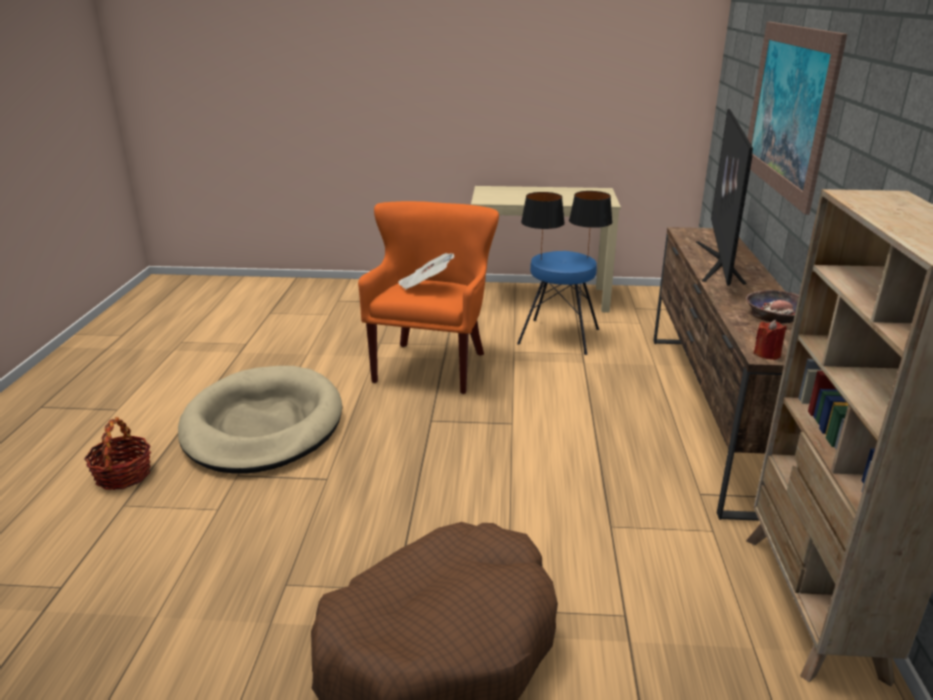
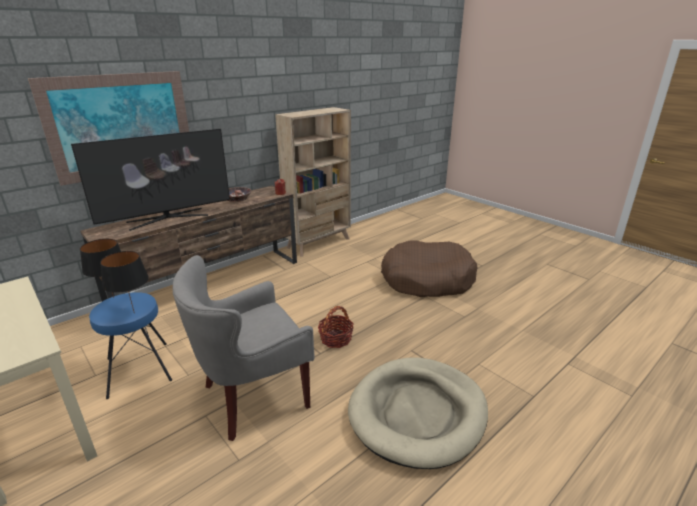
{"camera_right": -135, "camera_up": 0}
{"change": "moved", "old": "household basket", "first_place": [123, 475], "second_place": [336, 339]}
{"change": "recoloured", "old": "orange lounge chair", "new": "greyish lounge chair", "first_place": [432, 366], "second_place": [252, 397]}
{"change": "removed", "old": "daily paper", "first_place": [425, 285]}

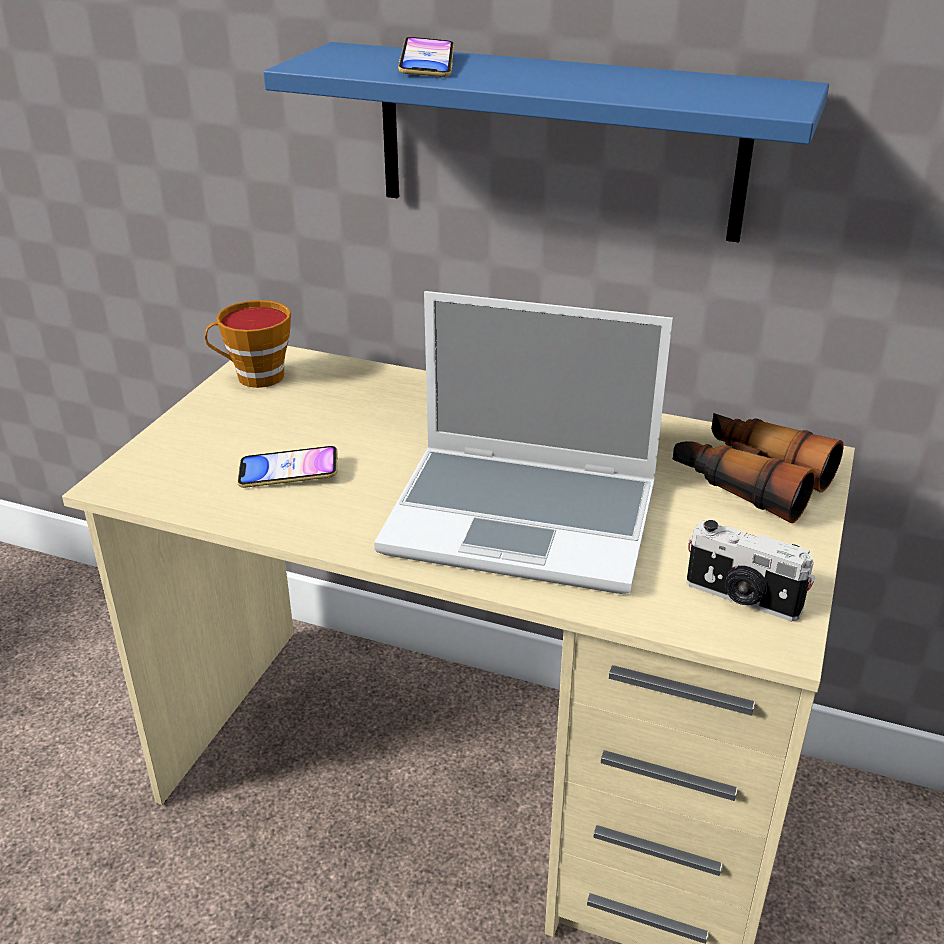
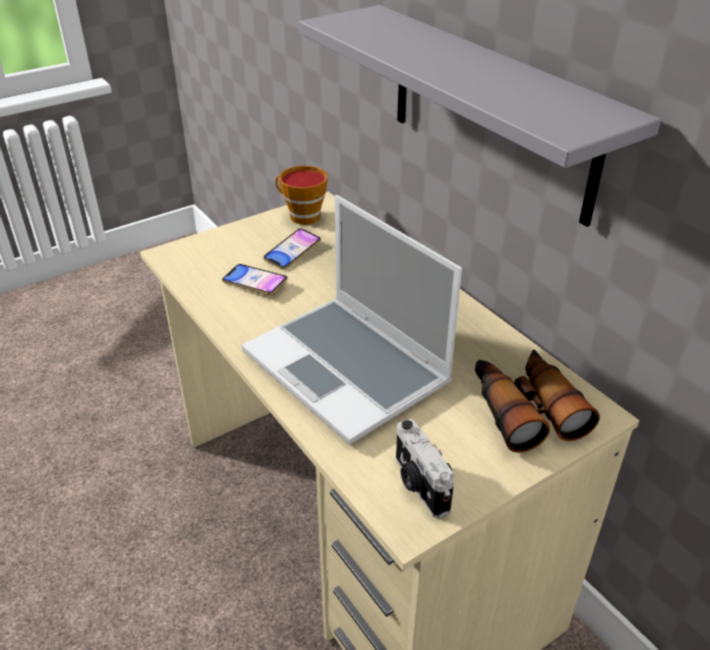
{"camera_right": 35, "camera_up": 5}
{"change": "recoloured", "old": "blue-coloured wall shelf", "new": "greyish wall shelf", "first_place": [558, 141], "second_place": [489, 111]}
{"change": "moved", "old": "phone", "first_place": [427, 65], "second_place": [292, 252]}

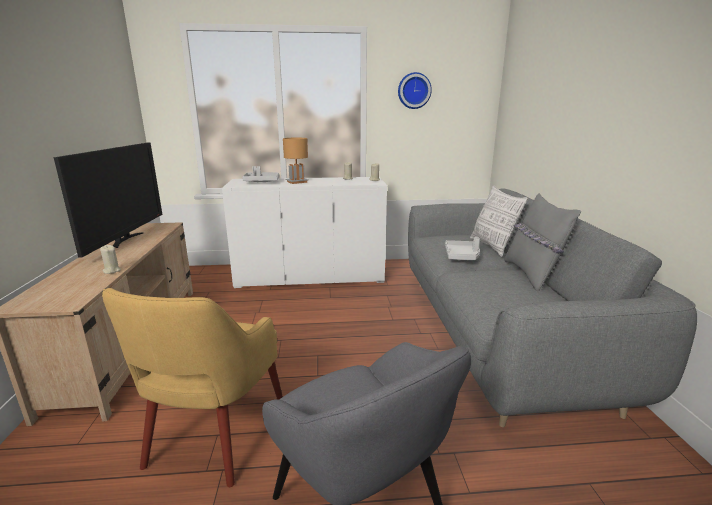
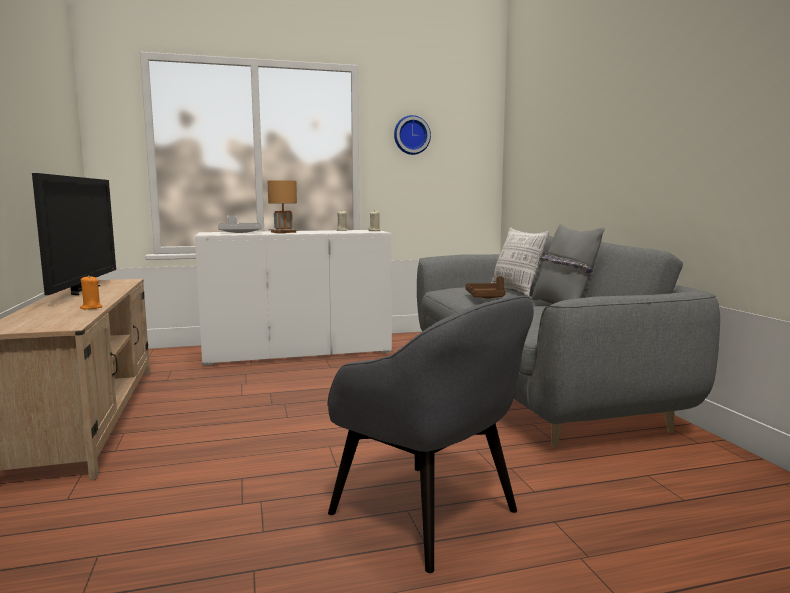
{"camera_right": -10, "camera_up": -10}
{"change": "recoloured", "old": "beige wax candle", "new": "orange wax candle", "first_place": [111, 271], "second_place": [91, 308]}
{"change": "removed", "old": "yellow-coloured lounge chair", "first_place": [215, 433]}
{"change": "recoloured", "old": "greyish carrying tray", "new": "brown carrying tray", "first_place": [462, 256], "second_place": [486, 297]}

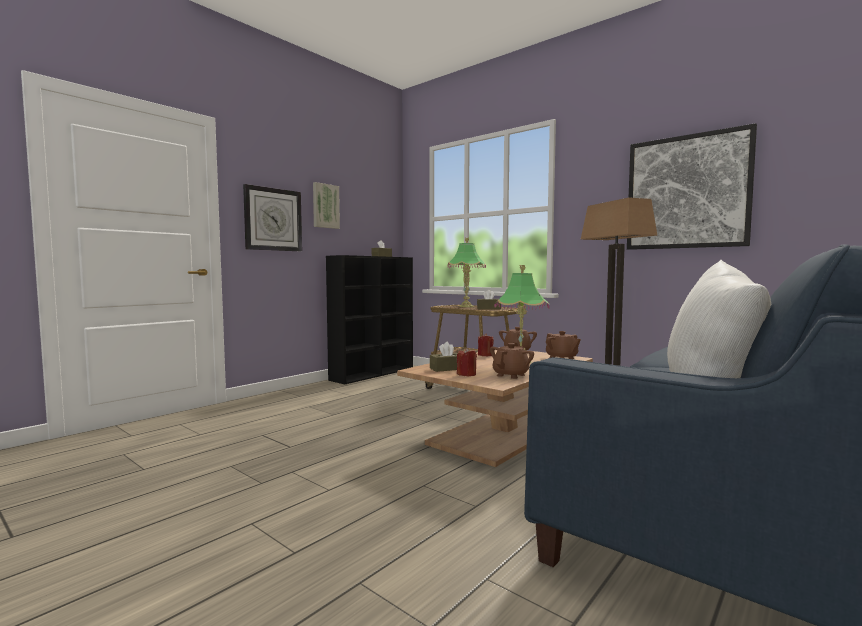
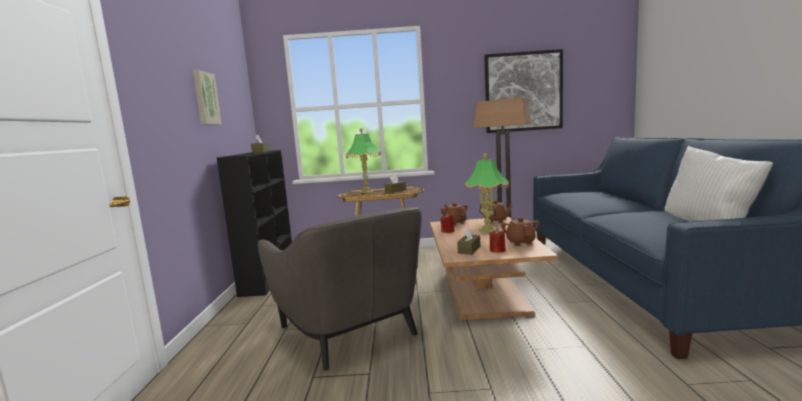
{"camera_right": -40, "camera_up": 5}
{"change": "removed", "old": "clock on the wall", "first_place": [273, 219]}
{"change": "added", "new": "greyish lounge chair", "second_place": [350, 330]}

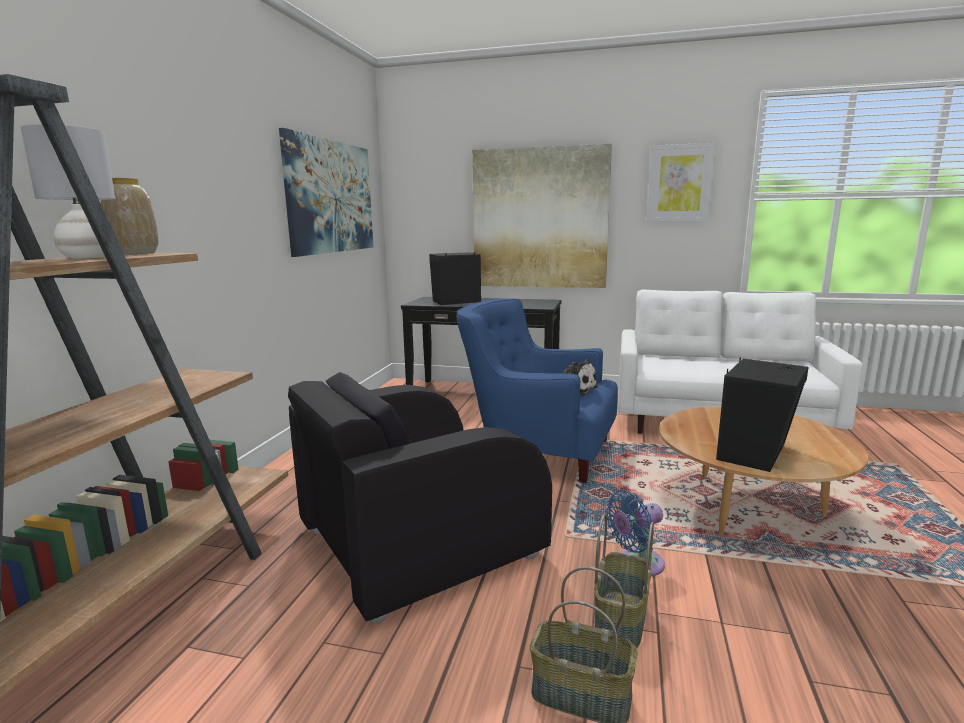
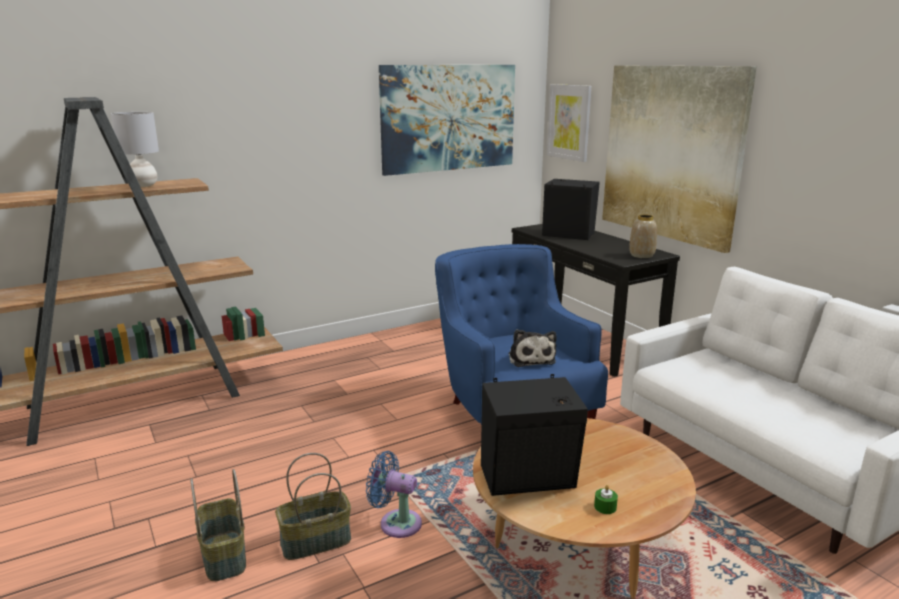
{"camera_right": 45, "camera_up": 5}
{"change": "moved", "old": "flower vase", "first_place": [135, 253], "second_place": [642, 255]}
{"change": "removed", "old": "black lounge chair", "first_place": [417, 543]}
{"change": "moved", "old": "wall picture", "first_place": [680, 183], "second_place": [569, 122]}
{"change": "added", "new": "green-coloured wax candle", "second_place": [605, 507]}

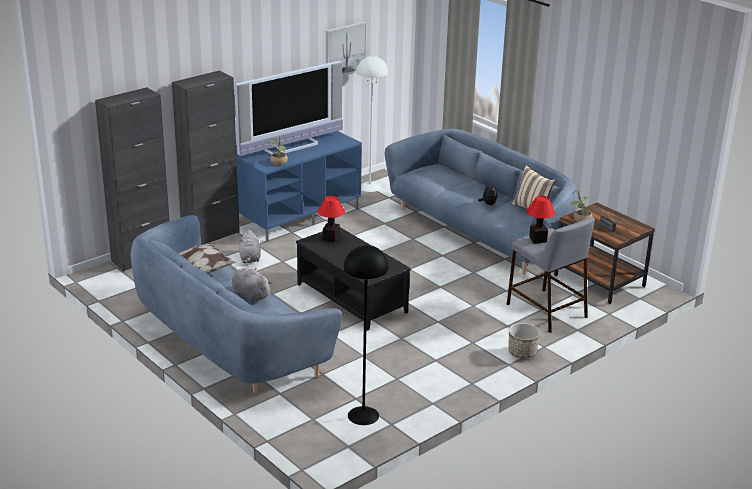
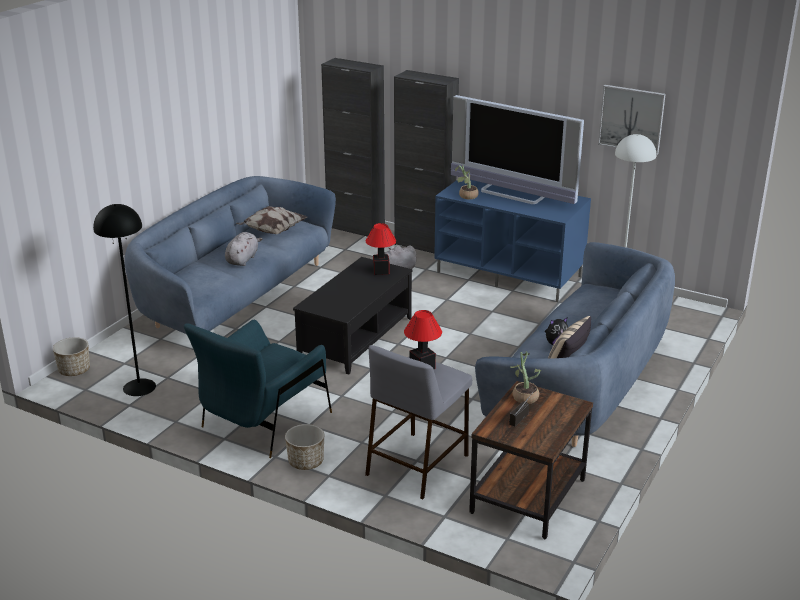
{"camera_right": 70, "camera_up": 0}
{"change": "added", "new": "flower pot", "second_place": [74, 370]}
{"change": "added", "new": "blue-coloured lounge chair", "second_place": [264, 422]}

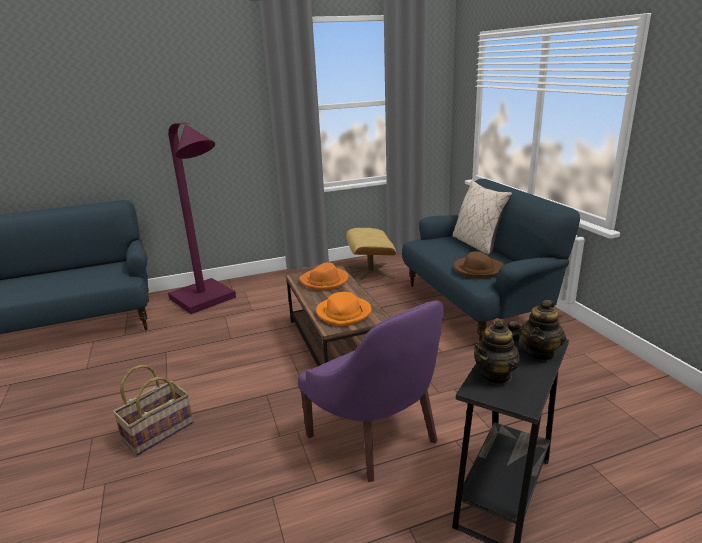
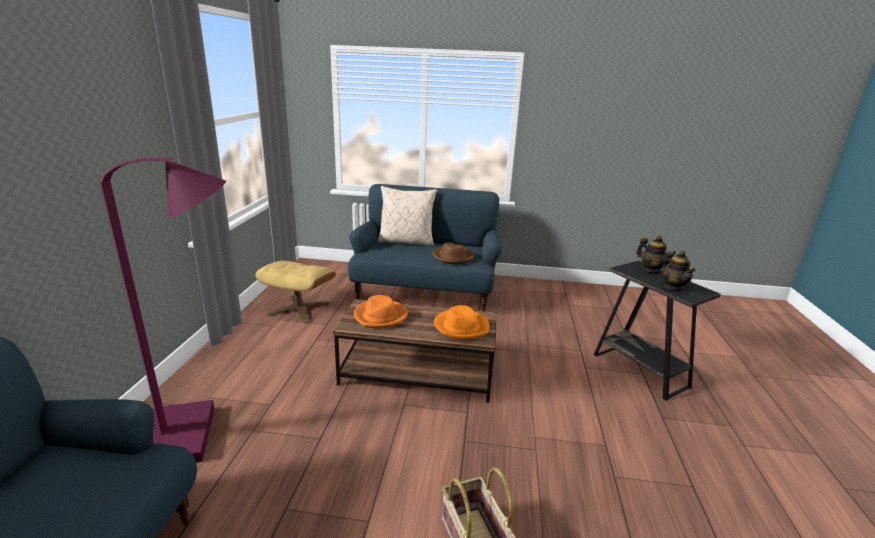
{"camera_right": -65, "camera_up": 0}
{"change": "removed", "old": "purplish lounge chair", "first_place": [377, 436]}

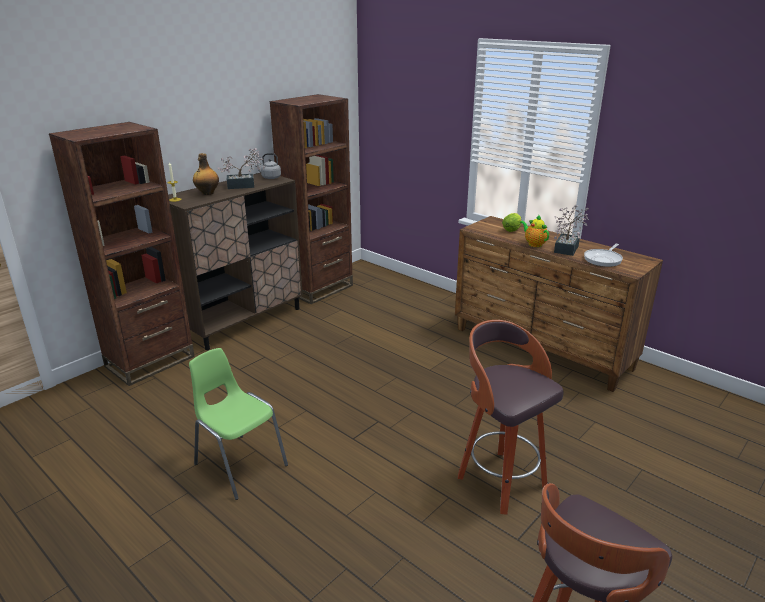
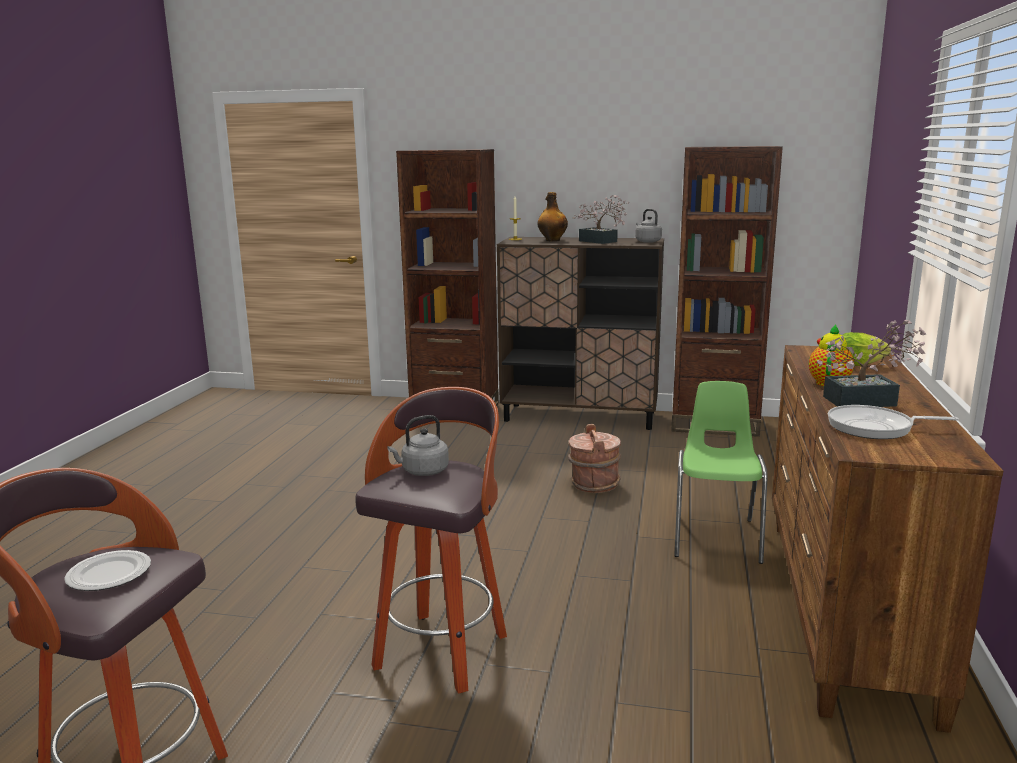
{"camera_right": 60, "camera_up": -10}
{"change": "moved", "old": "green-coloured plain chair", "first_place": [240, 464], "second_place": [716, 537]}
{"change": "added", "new": "flat dish", "second_place": [108, 575]}
{"change": "added", "new": "greyish water kettle", "second_place": [422, 471]}
{"change": "added", "new": "brown pail", "second_place": [594, 484]}

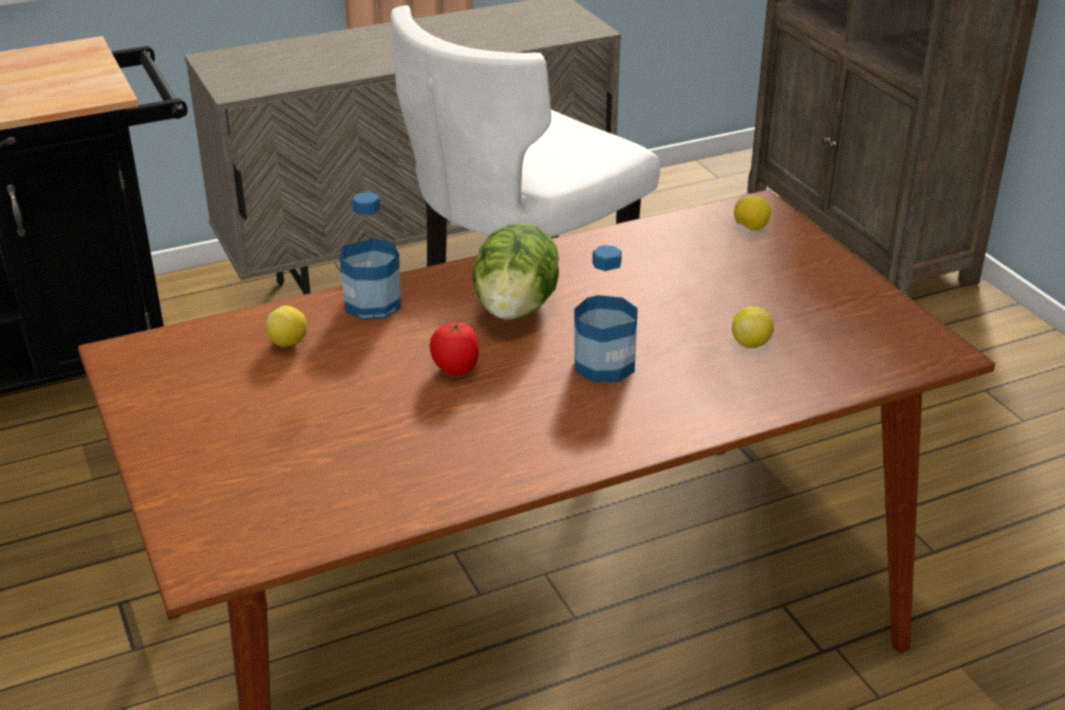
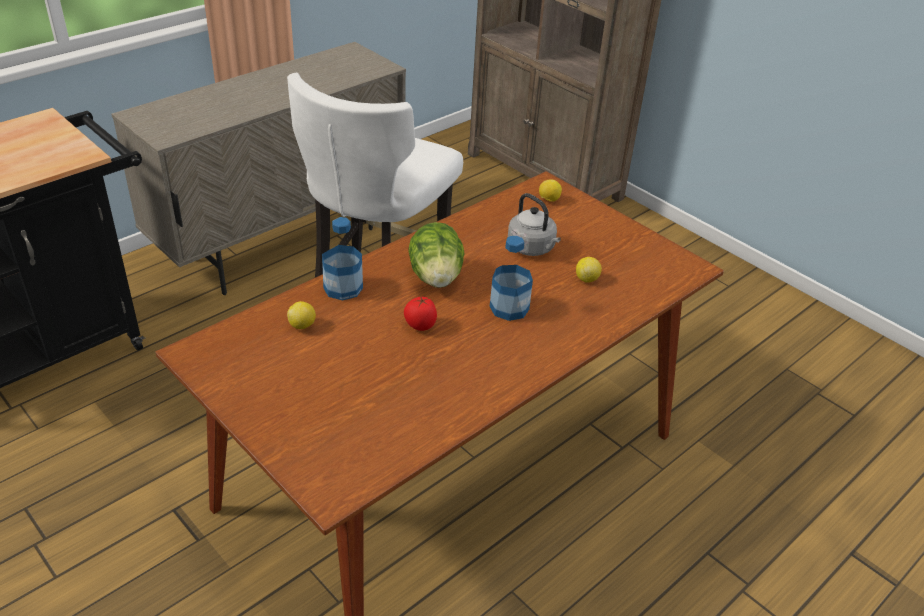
{"camera_right": -20, "camera_up": 5}
{"change": "added", "new": "greyish water kettle", "second_place": [532, 248]}

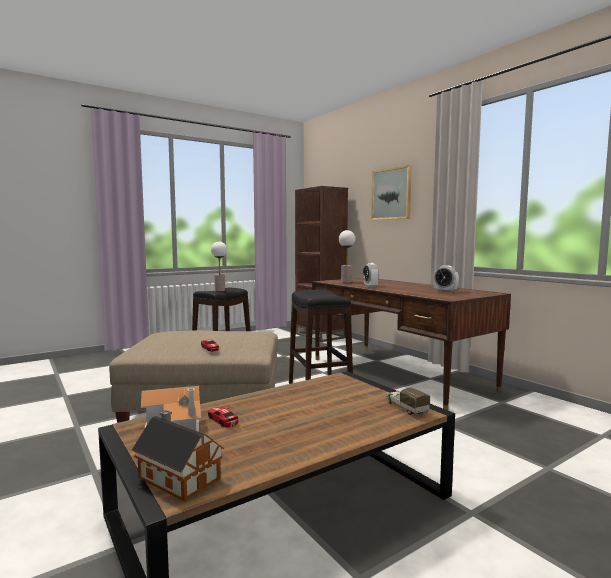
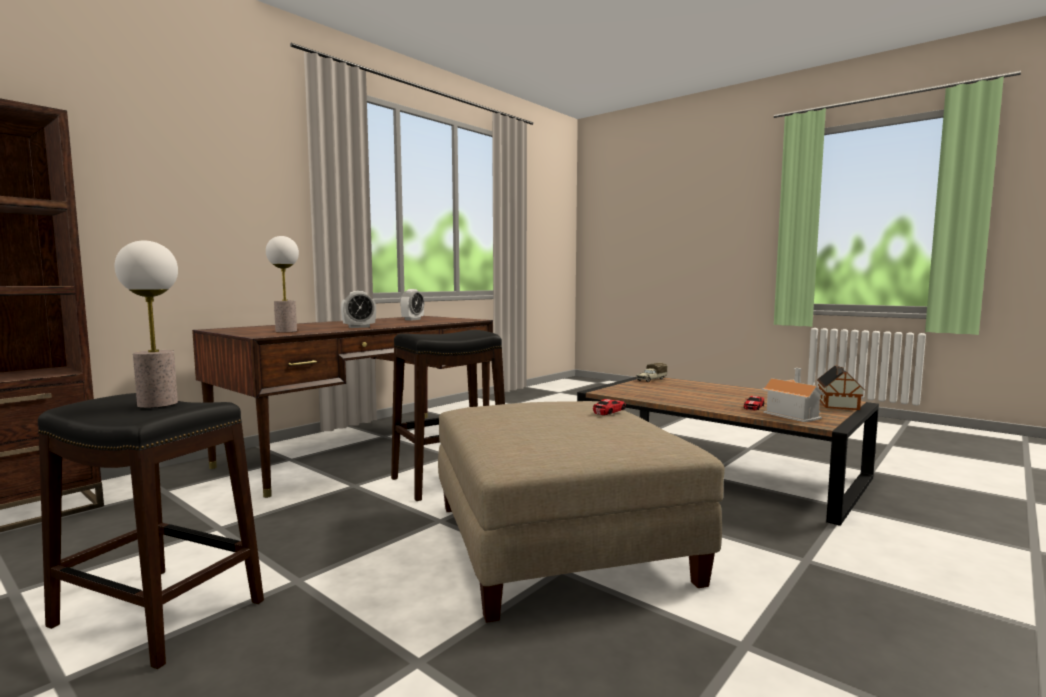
{"camera_right": -105, "camera_up": 0}
{"change": "removed", "old": "wall picture", "first_place": [391, 194]}

